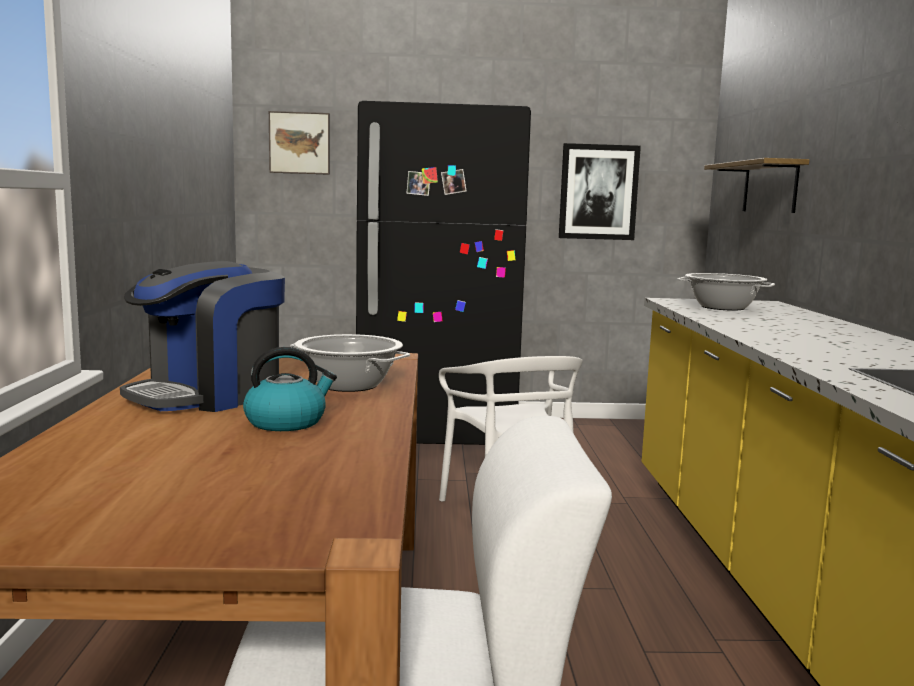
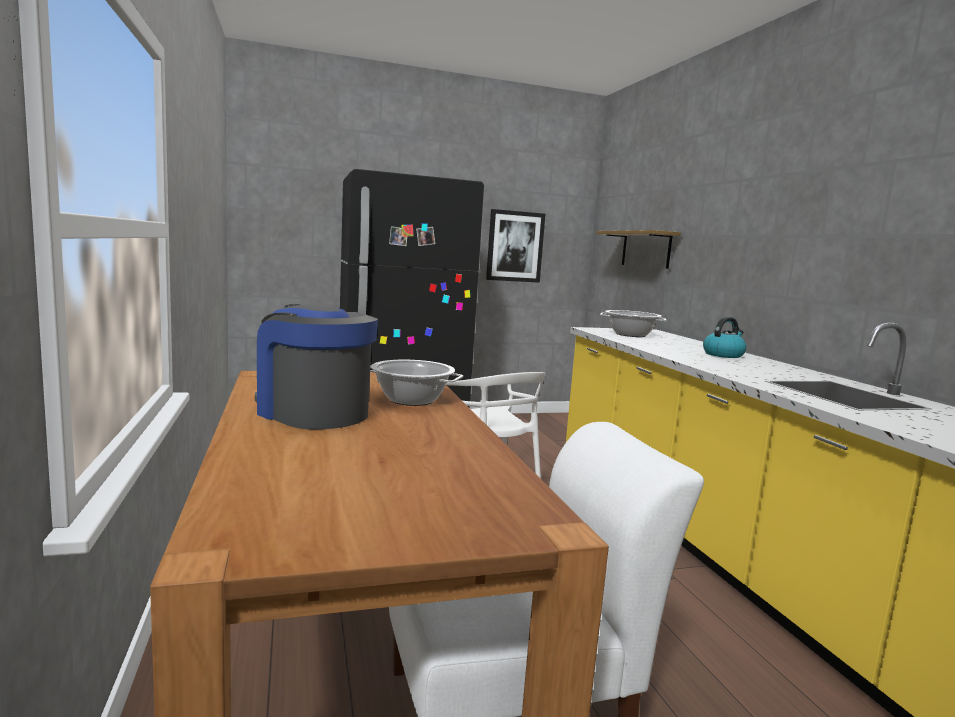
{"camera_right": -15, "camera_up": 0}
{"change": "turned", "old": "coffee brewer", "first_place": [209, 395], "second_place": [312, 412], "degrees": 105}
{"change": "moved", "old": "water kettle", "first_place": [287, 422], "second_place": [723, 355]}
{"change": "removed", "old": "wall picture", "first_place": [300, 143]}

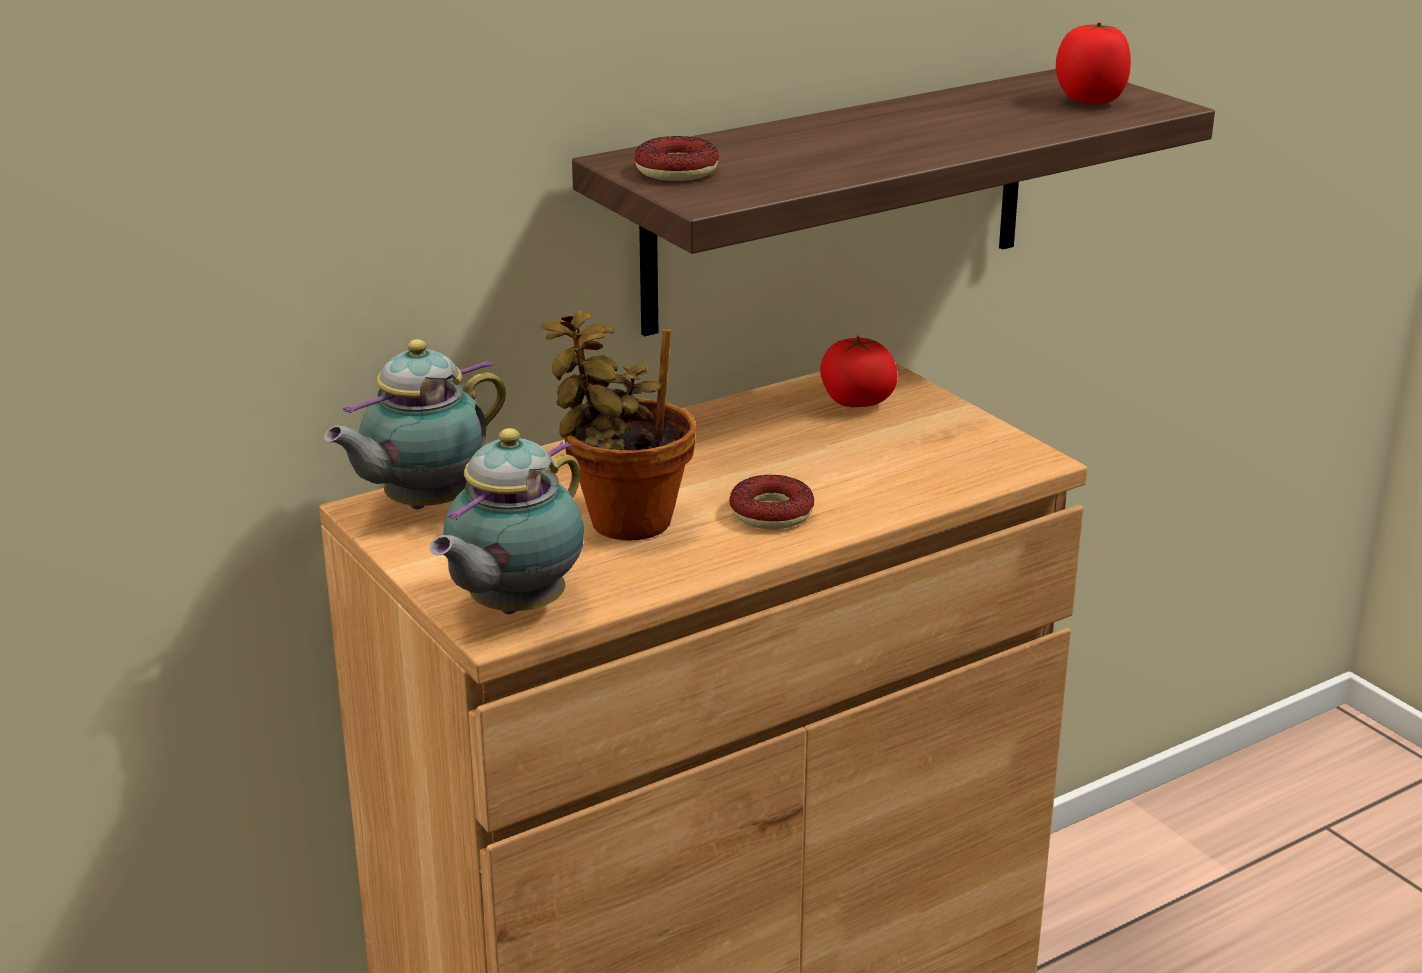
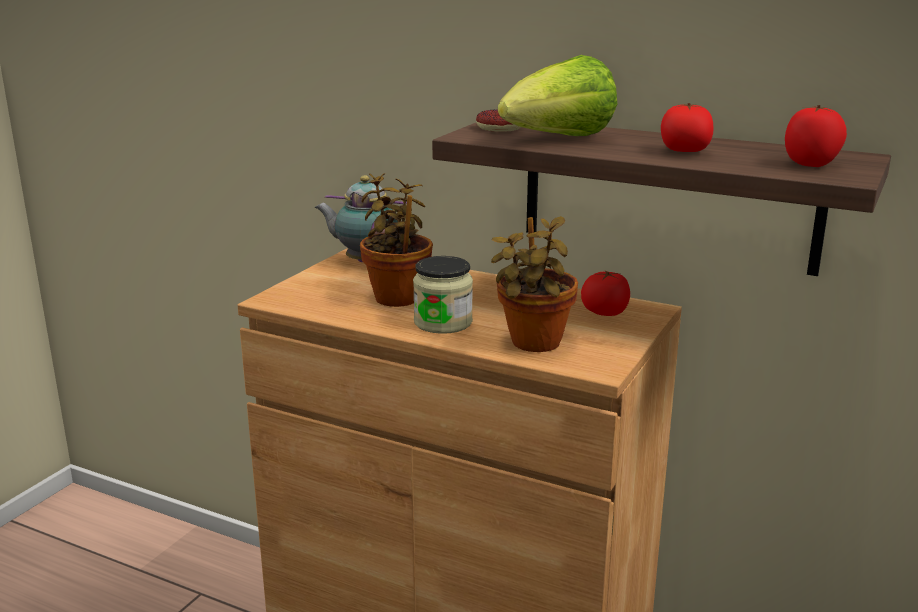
{"camera_right": 60, "camera_up": -5}
{"change": "removed", "old": "pot for tea", "first_place": [512, 609]}
{"change": "replaced", "old": "ring doughnut", "new": "storage jar", "first_place": [771, 513], "second_place": [443, 322]}
{"change": "added", "new": "potted plant", "second_place": [533, 344]}
{"change": "added", "new": "lettuce", "second_place": [558, 139]}
{"change": "added", "new": "fresh tomato", "second_place": [684, 151]}

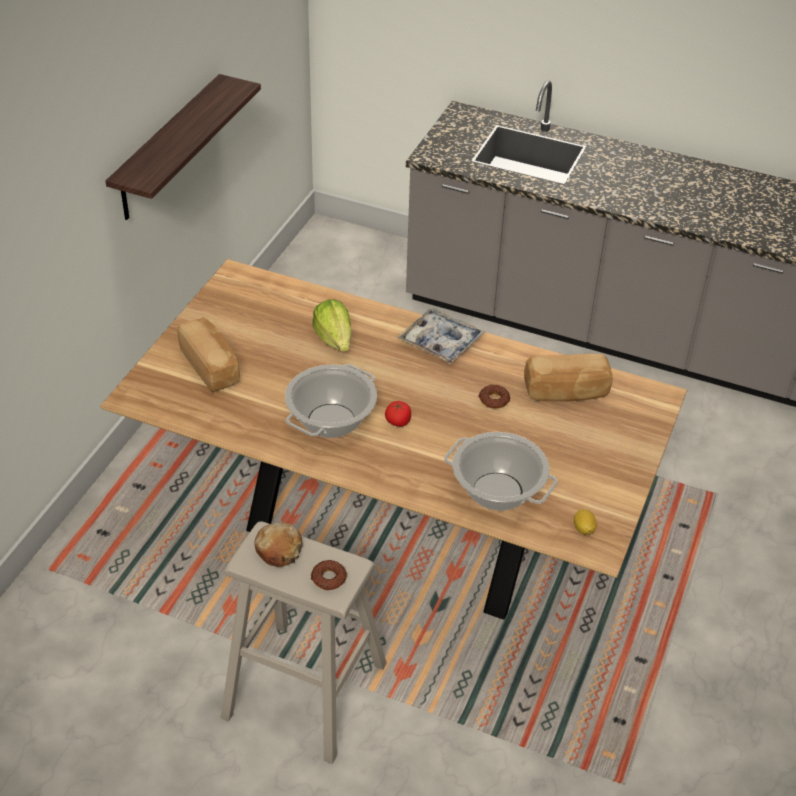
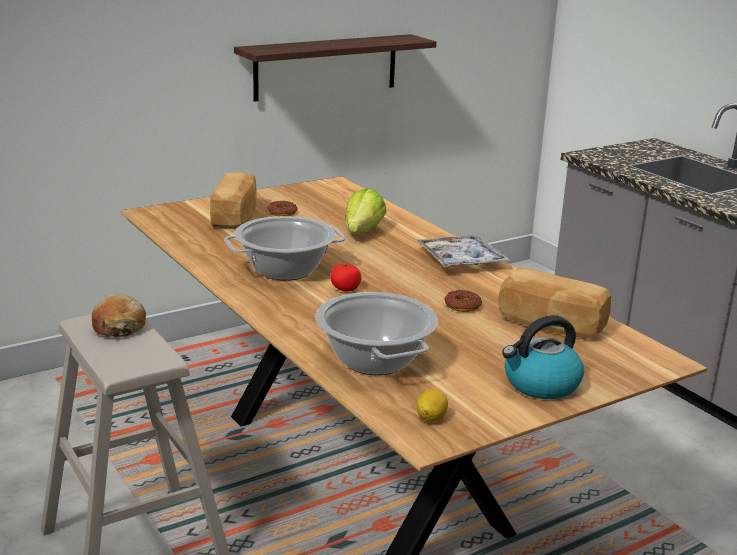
{"camera_right": 35, "camera_up": -20}
{"change": "moved", "old": "ring doughnut", "first_place": [328, 578], "second_place": [282, 213]}
{"change": "added", "new": "water kettle", "second_place": [540, 384]}

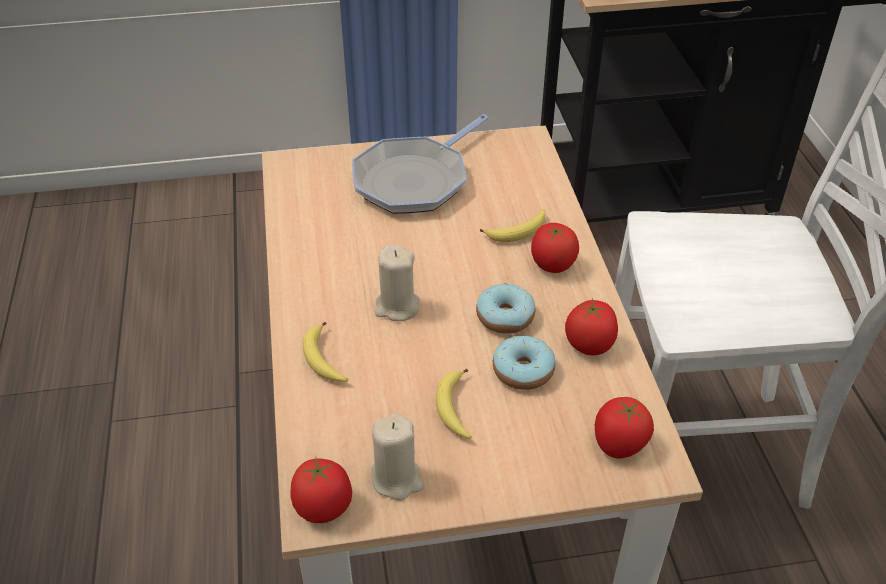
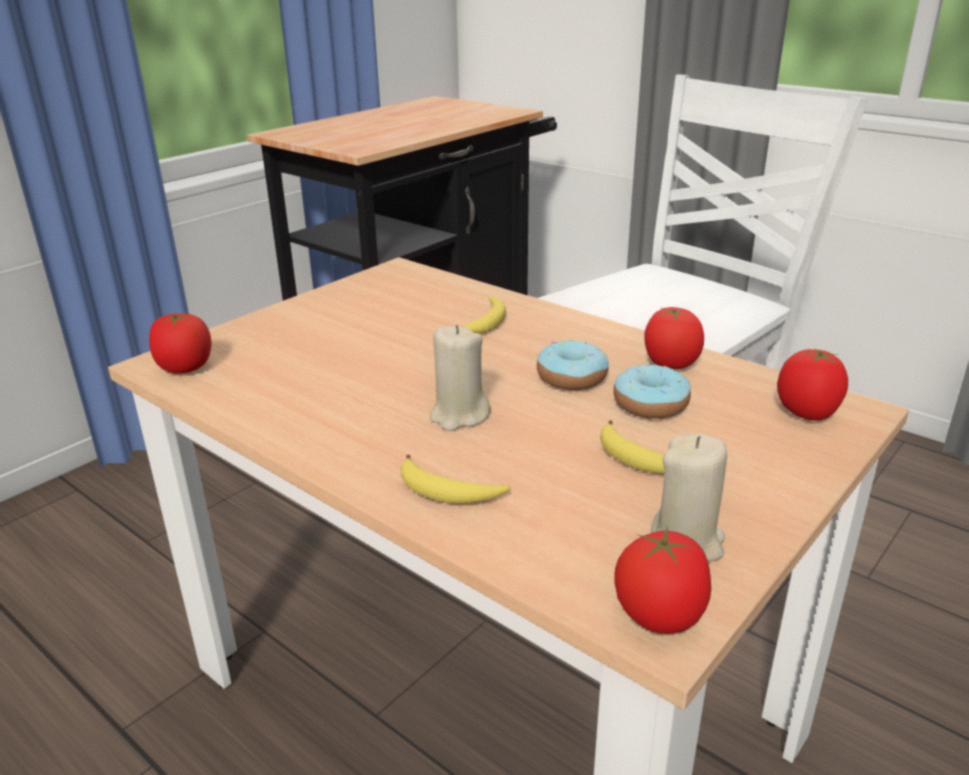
{"camera_right": -40, "camera_up": -15}
{"change": "removed", "old": "pan", "first_place": [415, 180]}
{"change": "moved", "old": "fresh tomato", "first_place": [552, 265], "second_place": [185, 369]}

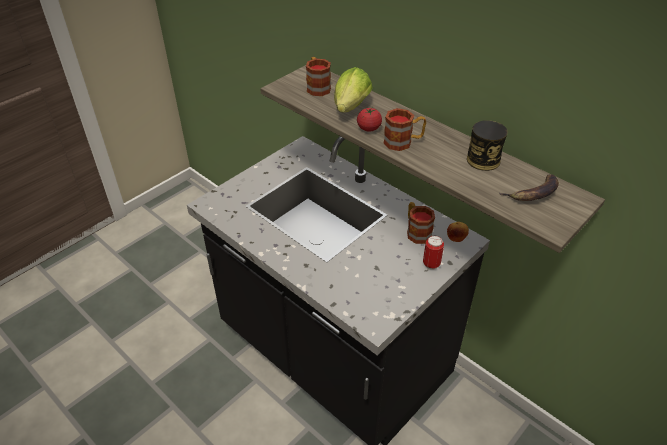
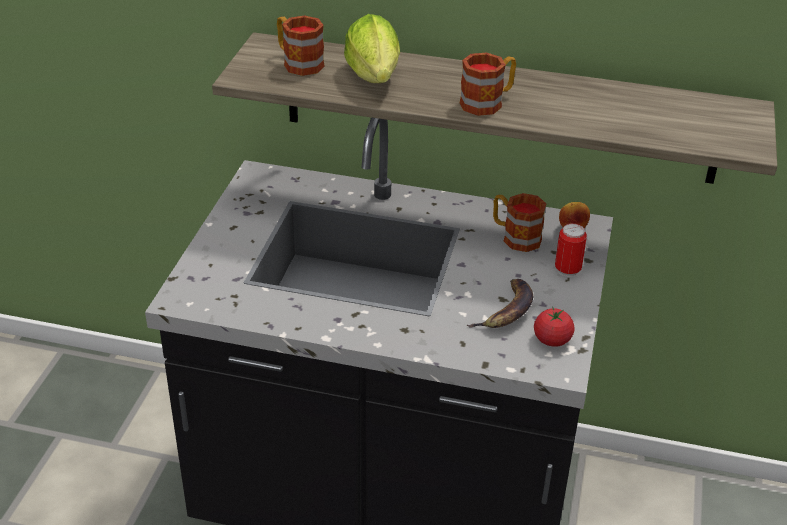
{"camera_right": -30, "camera_up": -5}
{"change": "moved", "old": "fresh tomato", "first_place": [369, 128], "second_place": [552, 340]}
{"change": "removed", "old": "can", "first_place": [483, 160]}
{"change": "moved", "old": "whole banana", "first_place": [533, 193], "second_place": [507, 311]}

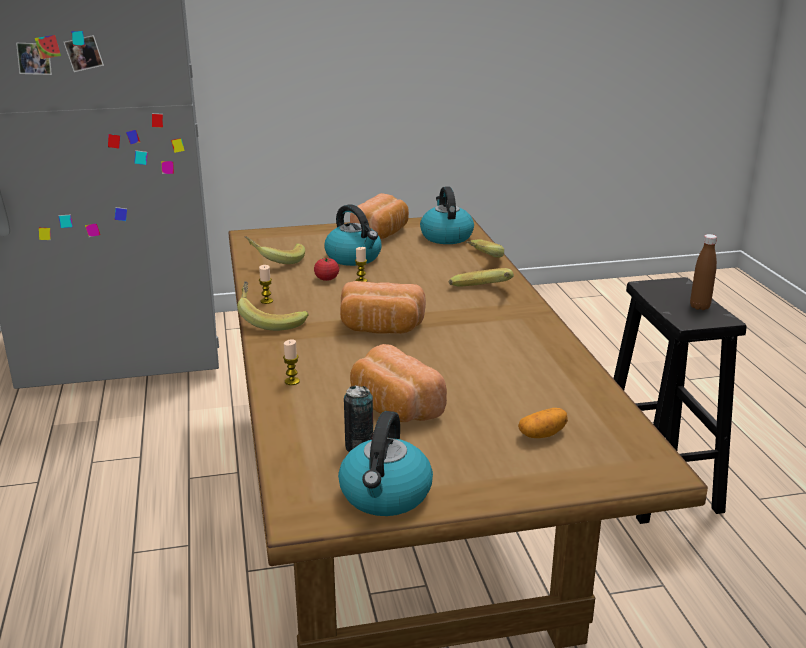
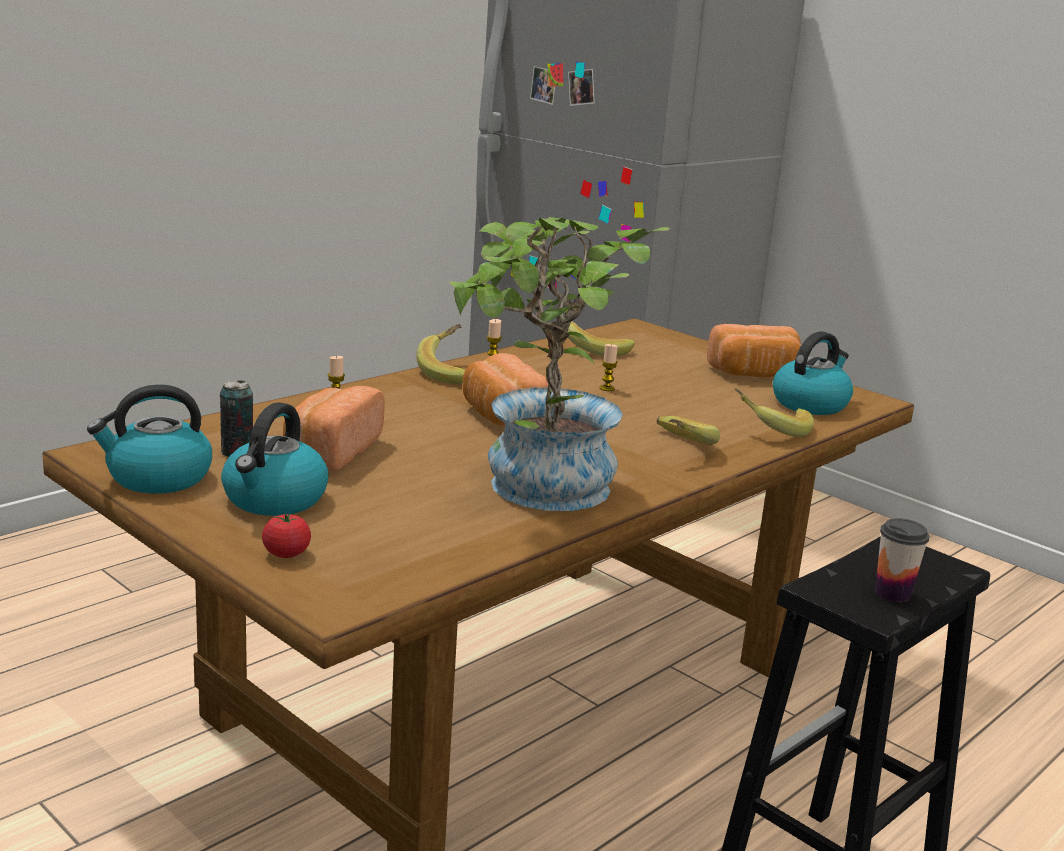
{"camera_right": 55, "camera_up": -5}
{"change": "moved", "old": "fresh tomato", "first_place": [326, 279], "second_place": [286, 553]}
{"change": "moved", "old": "water kettle", "first_place": [354, 258], "second_place": [274, 500]}
{"change": "removed", "old": "spud", "first_place": [542, 434]}
{"change": "replaced", "old": "brown bottle", "new": "drinking cup", "first_place": [699, 307], "second_place": [892, 593]}
{"change": "added", "new": "potted plant", "second_place": [538, 491]}

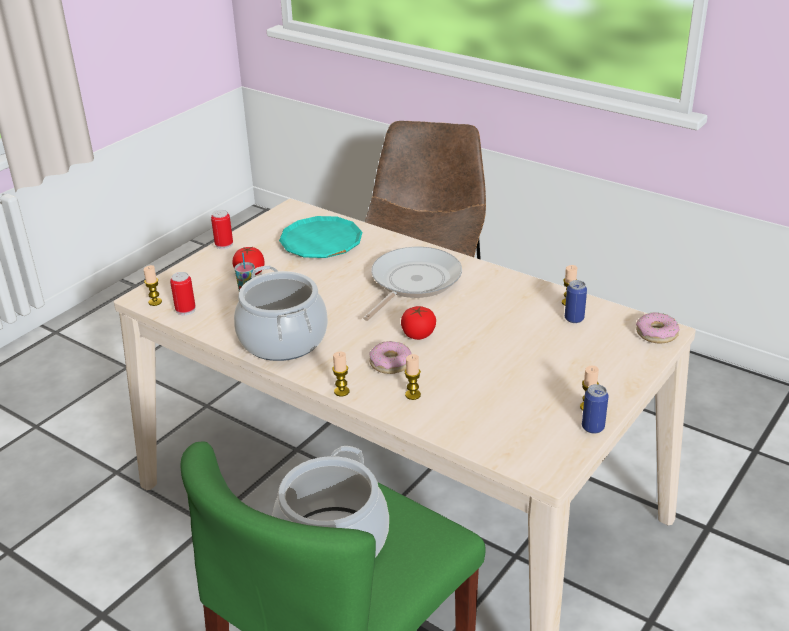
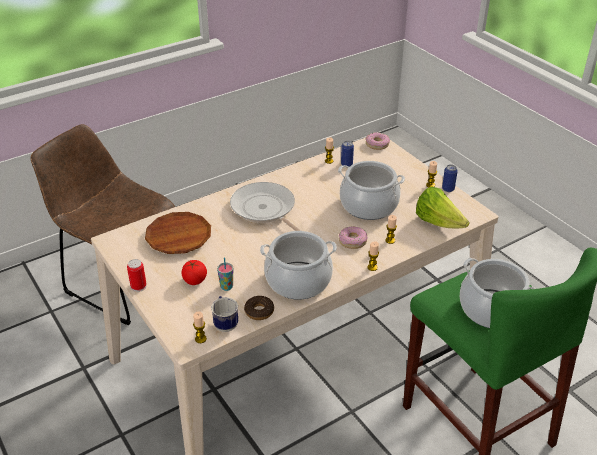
{"camera_right": -70, "camera_up": 5}
{"change": "replaced", "old": "can", "new": "tea mug", "first_place": [185, 310], "second_place": [225, 323]}
{"change": "recoloured", "old": "turquoise flat dish", "new": "brown flat dish", "first_place": [321, 243], "second_place": [178, 237]}
{"change": "removed", "old": "fresh tomato", "first_place": [418, 334]}
{"change": "added", "new": "ring doughnut", "second_place": [259, 311]}
{"change": "added", "new": "cooking pot", "second_place": [369, 205]}
{"change": "added", "new": "lettuce", "second_place": [438, 222]}

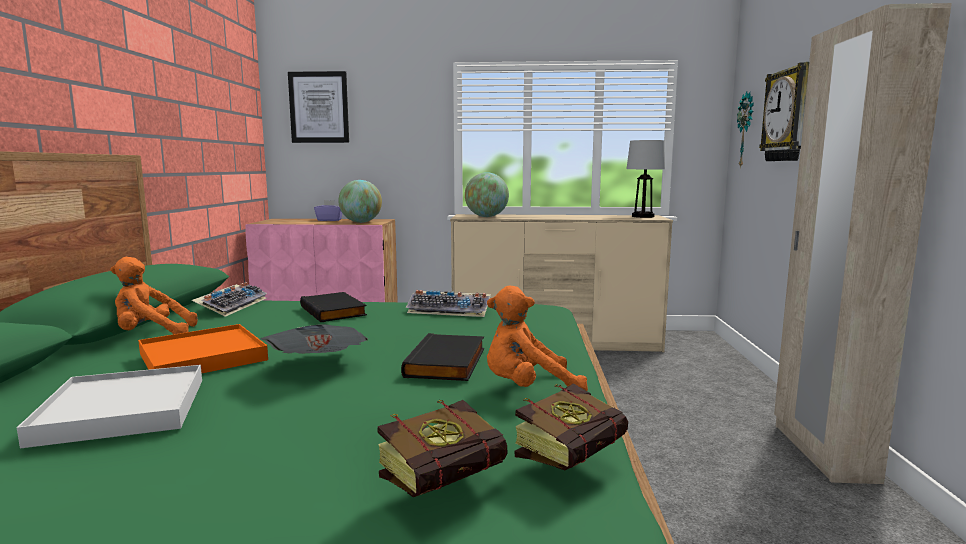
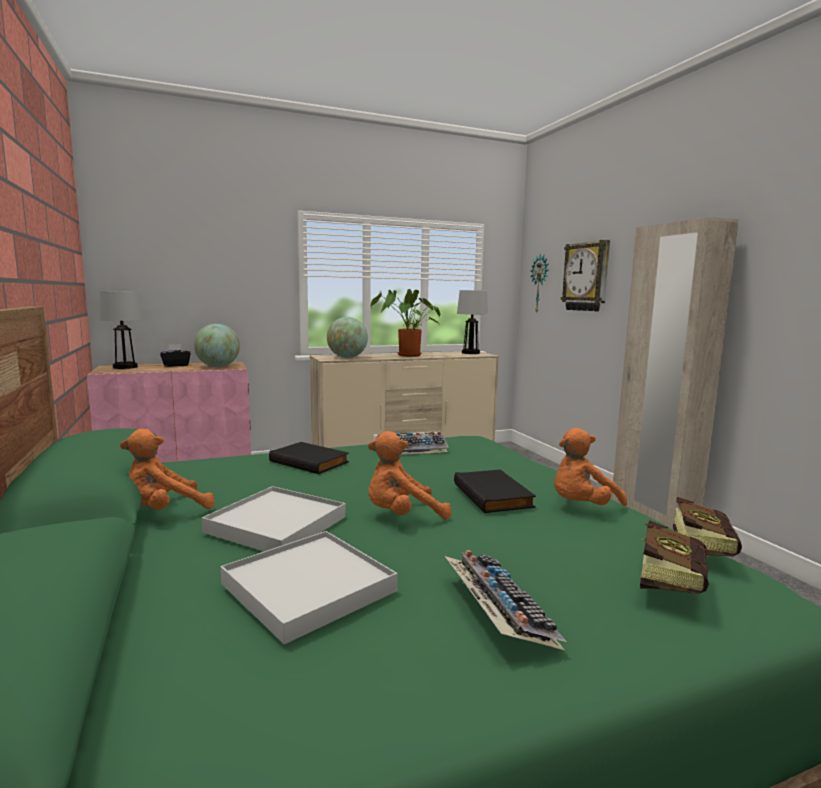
{"camera_right": -25, "camera_up": 0}
{"change": "recoloured", "old": "orange carrying tray", "new": "whitish carrying tray", "first_place": [202, 357], "second_place": [276, 524]}
{"change": "moved", "old": "computer keyboard", "first_place": [232, 306], "second_place": [496, 609]}
{"change": "replaced", "old": "daily paper", "new": "orange soft toy", "first_place": [319, 367], "second_place": [402, 516]}
{"change": "removed", "old": "wall picture", "first_place": [319, 107]}
{"change": "recoloured", "old": "purplish box of tissues", "new": "black box of tissues", "first_place": [329, 220], "second_place": [176, 365]}
{"change": "added", "new": "lamp for a table", "second_place": [124, 367]}
{"change": "added", "new": "potted plant", "second_place": [407, 355]}

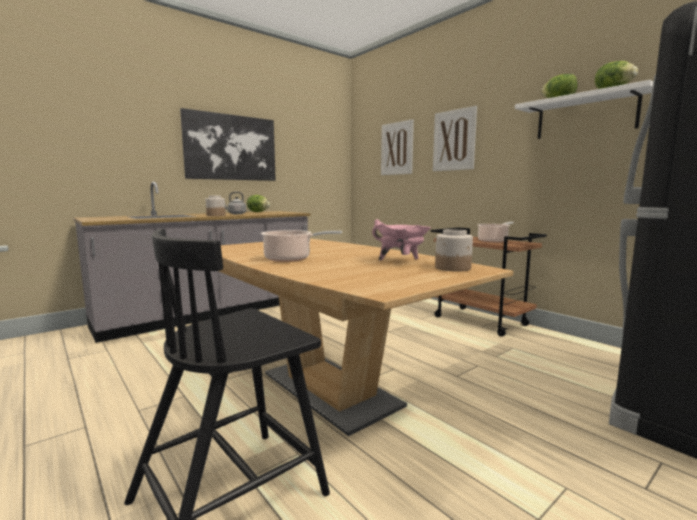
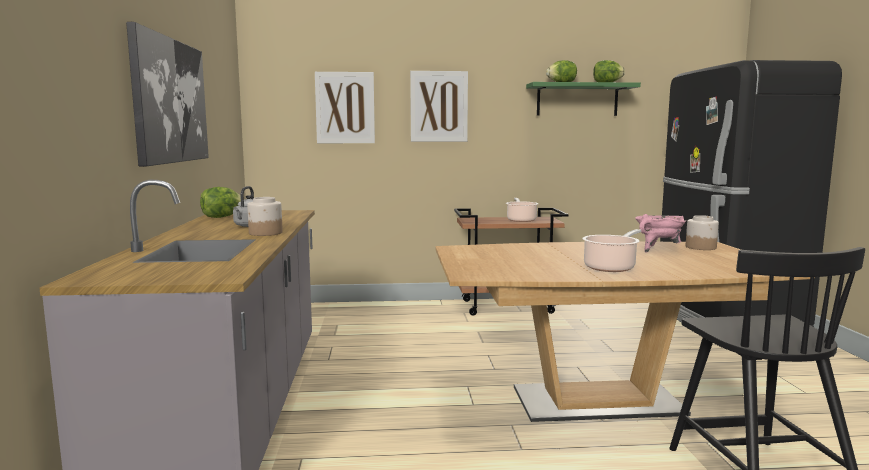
{"camera_right": -55, "camera_up": 0}
{"change": "recoloured", "old": "whitish wall shelf", "new": "green-coloured wall shelf", "first_place": [585, 116], "second_place": [577, 100]}

